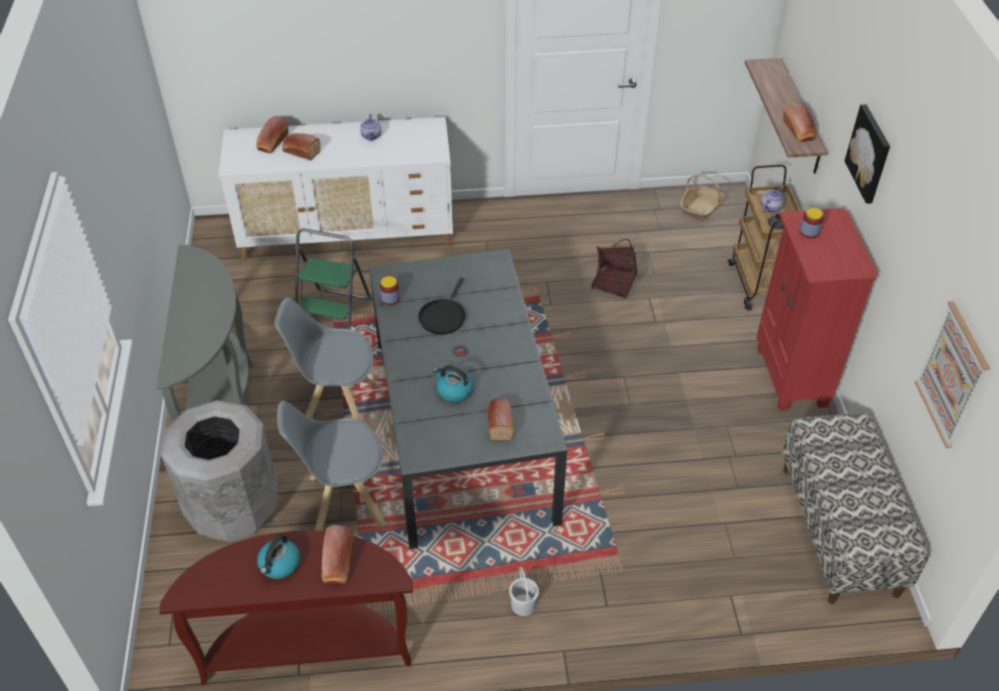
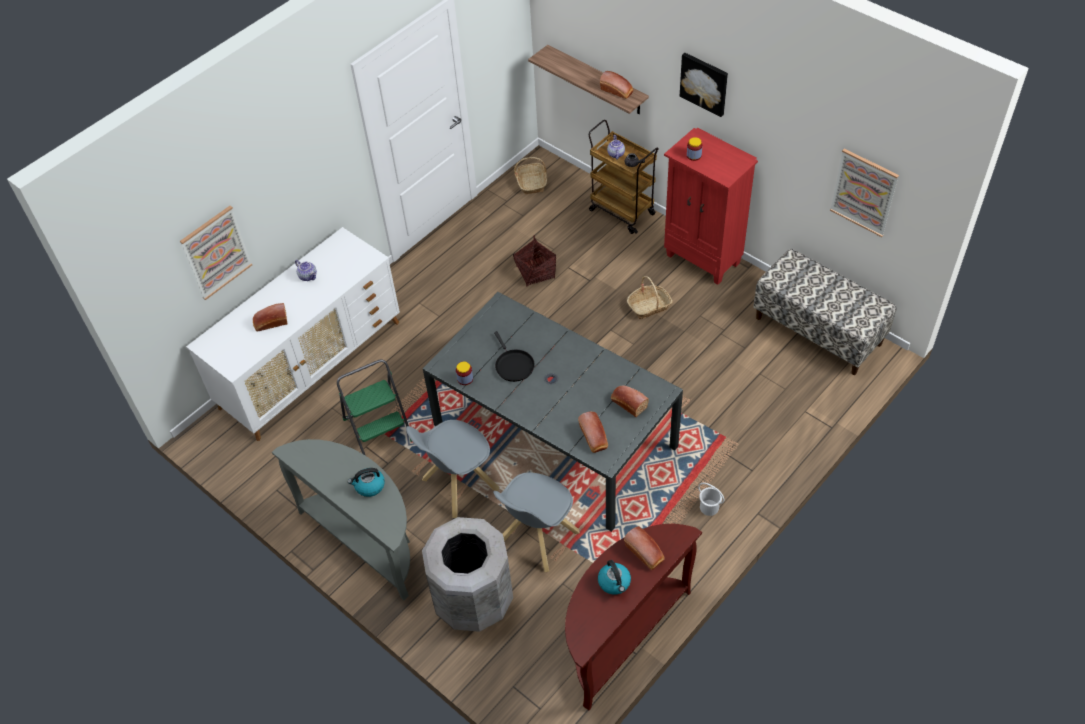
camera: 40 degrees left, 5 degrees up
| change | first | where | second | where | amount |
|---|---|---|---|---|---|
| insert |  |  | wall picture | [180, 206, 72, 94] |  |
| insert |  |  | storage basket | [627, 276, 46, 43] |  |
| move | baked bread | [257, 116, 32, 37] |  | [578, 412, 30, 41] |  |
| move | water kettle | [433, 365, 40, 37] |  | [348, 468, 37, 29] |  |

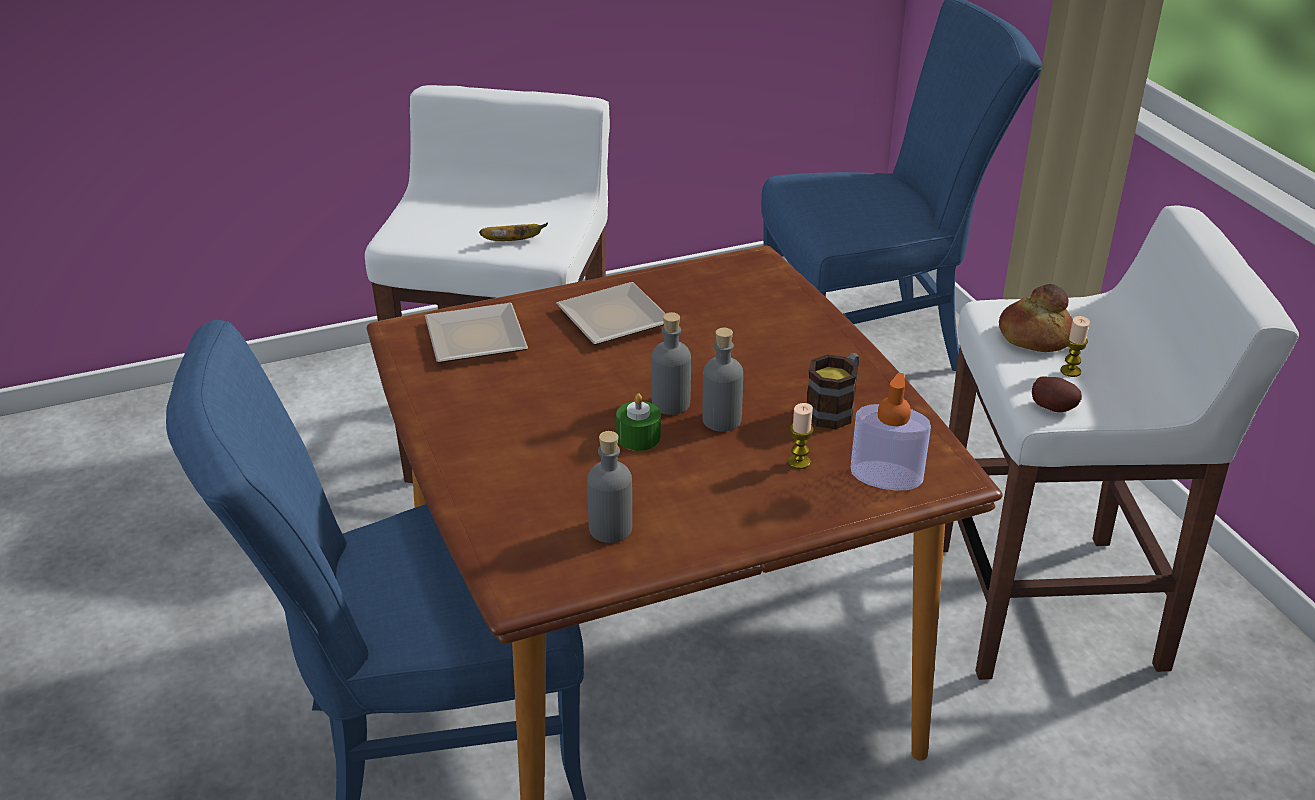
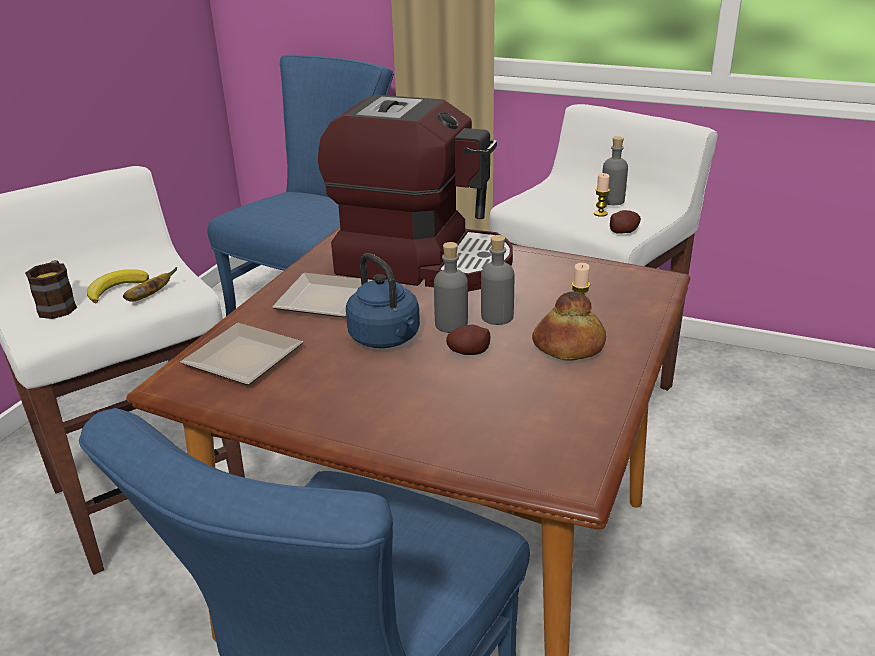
camera: 45 degrees left, 5 degrees down
| change | first | where | second | where | amount |
|---|---|---|---|---|---|
| delete | soap dispenser | [851, 373, 80, 118] |  |  |  |
| insert |  |  | whole banana | [87, 269, 62, 34] |  |
| insert |  |  | coffee machine | [318, 95, 195, 197] |  |
| insert |  |  | water kettle/bluish | [346, 253, 74, 95] |  |
| move | bottle/greyish | [587, 431, 45, 112] |  | [602, 136, 26, 69] |  |
| move | coffee mug | [807, 353, 52, 76] |  | [25, 260, 52, 59] |  |
| move | baked bread | [999, 284, 74, 68] |  | [532, 291, 74, 69] |  |
| replace | candle/greenish | [616, 393, 45, 58] | spud | [446, 325, 45, 30] |  |

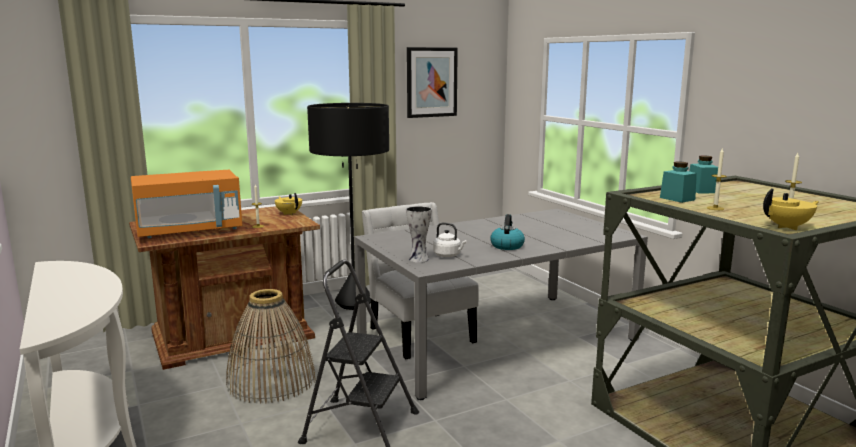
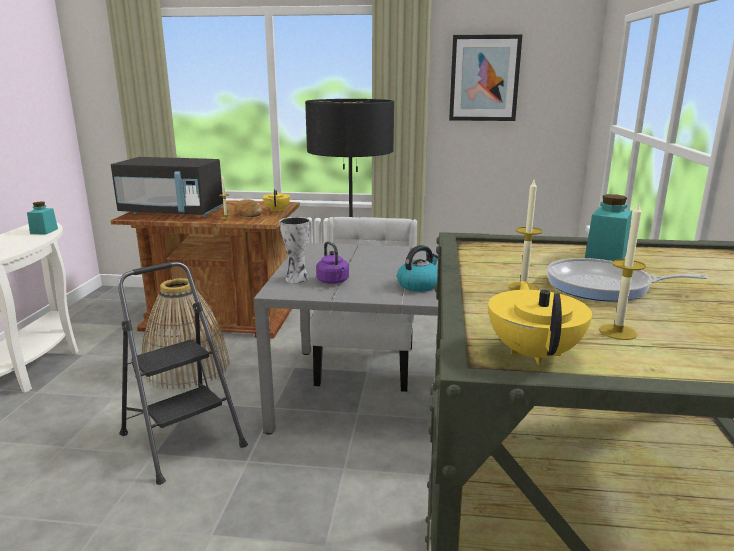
camera: 35 degrees right, 5 degrees up
| change | first | where | second | where | amount |
|---|---|---|---|---|---|
| insert |  |  | baked bread | [235, 199, 28, 18] |  |
| insert |  |  | frying pan | [547, 258, 161, 44] |  |
| move | jar/blue-green | [660, 162, 37, 41] |  | [27, 201, 31, 33] |  |
| recolor | kitchen microwave/orangey | [131, 170, 111, 68] | kitchen microwave/black | [111, 157, 113, 60] |  |
| recolor | water kettle/white-coloured | [433, 222, 34, 35] | water kettle/purplish | [316, 241, 33, 43] |  |
| rotate | teapot/yellow-coloured | [763, 188, 56, 42] |  | [488, 281, 104, 85] | 105 degrees counterclockwise |

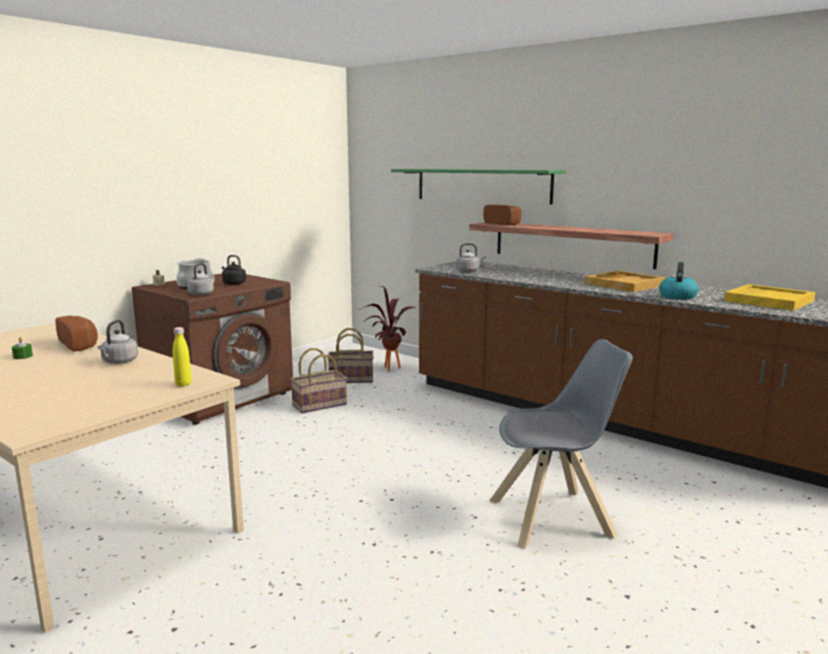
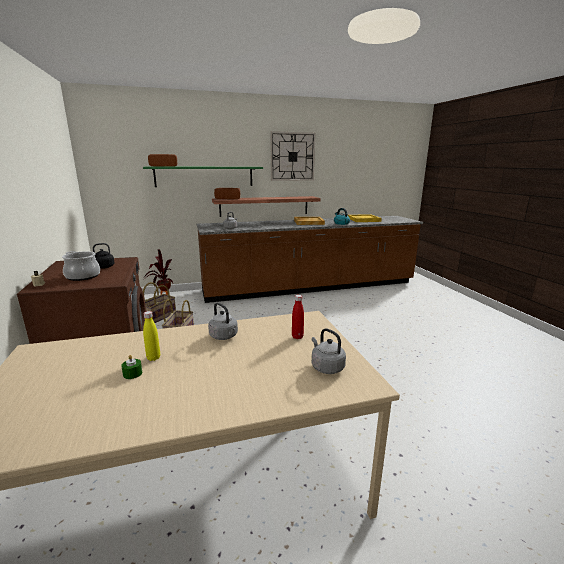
camera: 55 degrees left, 5 degrees up
| change | first | where | second | where | amount |
|---|---|---|---|---|---|
| delete | plain chair/greyish | [489, 339, 144, 210] |  |  |  |
| insert |  |  | wall clock | [271, 131, 45, 50] |  |
| insert |  |  | bottle/red-coloured | [292, 295, 12, 44] |  |
| move | baked bread | [55, 316, 43, 35] |  | [148, 154, 29, 13] |  |
| move | bottle/yellow-coloured | [173, 327, 18, 60] |  | [143, 311, 17, 50] |  |
| move | water kettle/greyish | [187, 263, 27, 32] |  | [312, 328, 34, 46] |  |

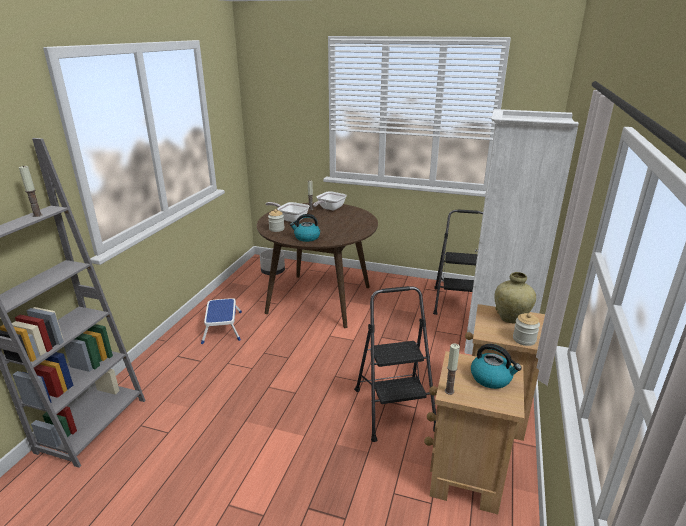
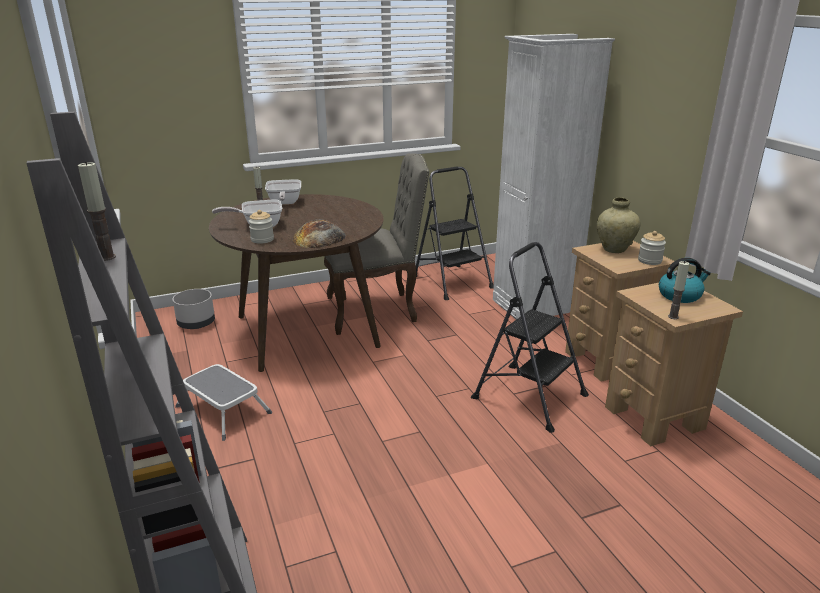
camera: 40 degrees left, 0 degrees up
| change | first | where | second | where | amount |
|---|---|---|---|---|---|
| insert |  |  | plain chair/greyish | [324, 153, 105, 182] |  |
| replace | water kettle | [290, 214, 30, 28] | baked bread | [292, 220, 54, 28] |  |
| recolor | stepladder/bluish | [201, 298, 41, 46] | stepladder/greyish | [175, 364, 97, 77] |  |

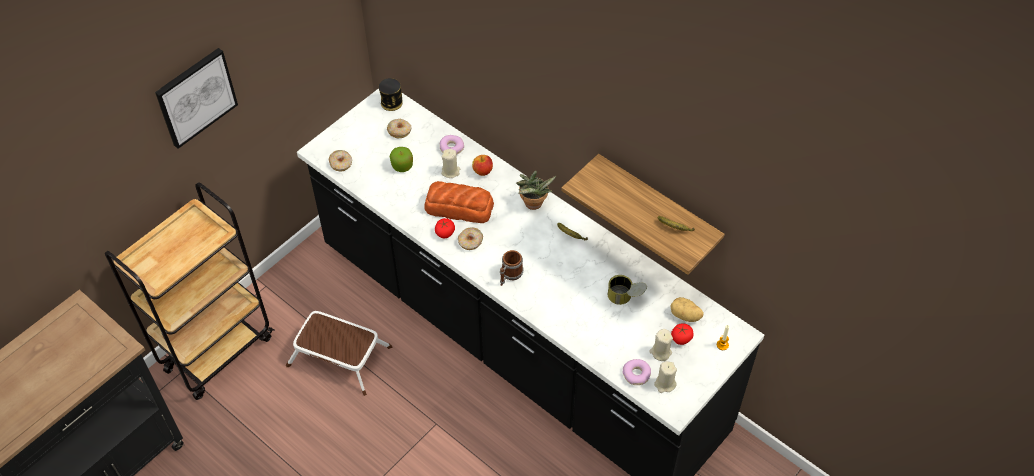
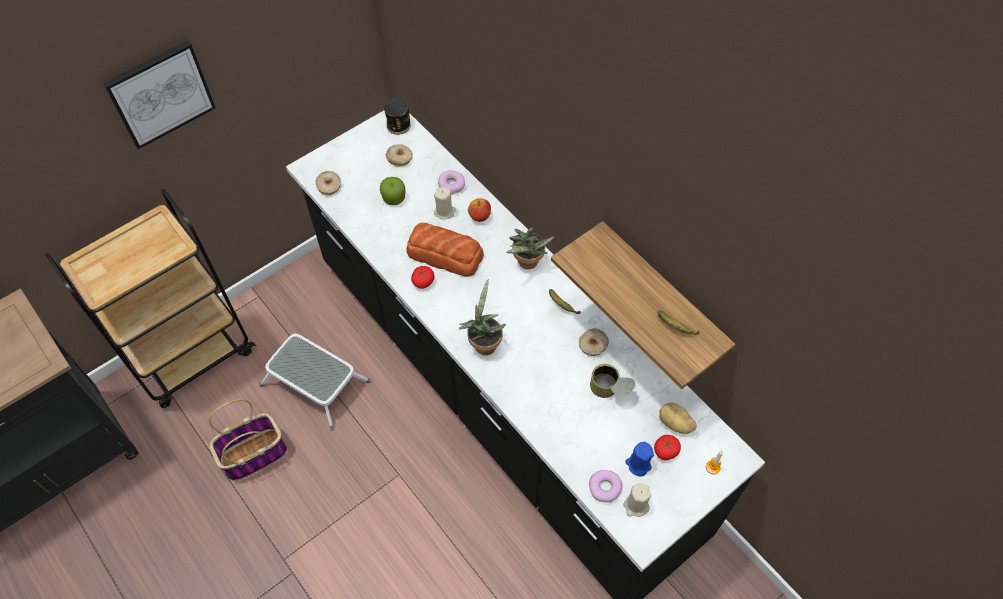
camera: 10 degrees right, 5 degrees up
| change | first | where | second | where | amount |
|---|---|---|---|---|---|
| insert |  |  | storage basket | [209, 399, 78, 82] |  |
| move | ring doughnut | [458, 227, 25, 23] |  | [579, 329, 30, 27] |  |
| replace | coffee mug | [500, 250, 23, 36] | plant in a pot | [459, 279, 47, 76] |  |
| recolor | stepladder/brown-coloured | [286, 311, 107, 85] | stepladder/greyish | [260, 334, 111, 97] |  |
| recolor | candle/beige-coloured | [649, 329, 24, 32] | candle/bluish | [625, 442, 29, 35] |  |

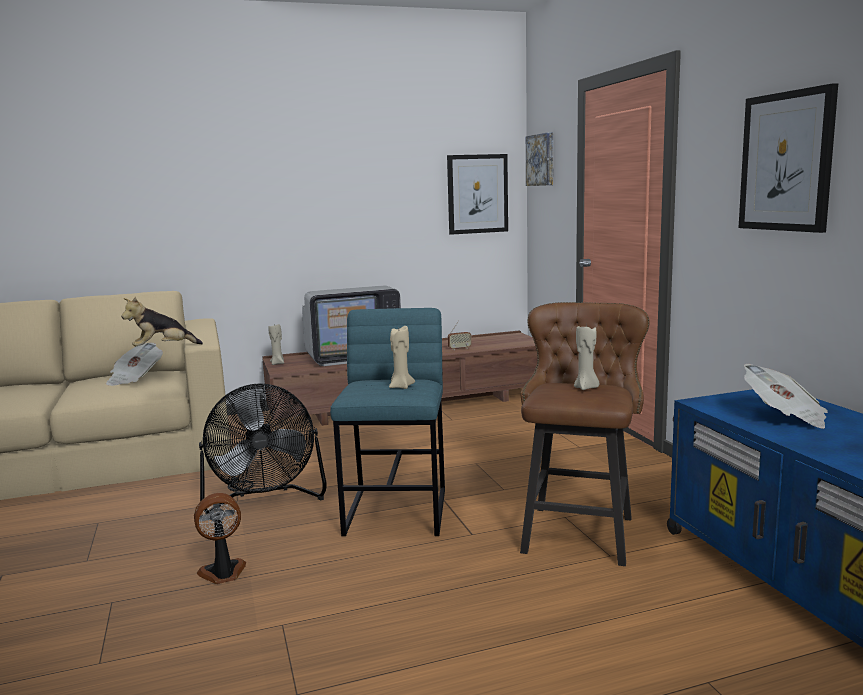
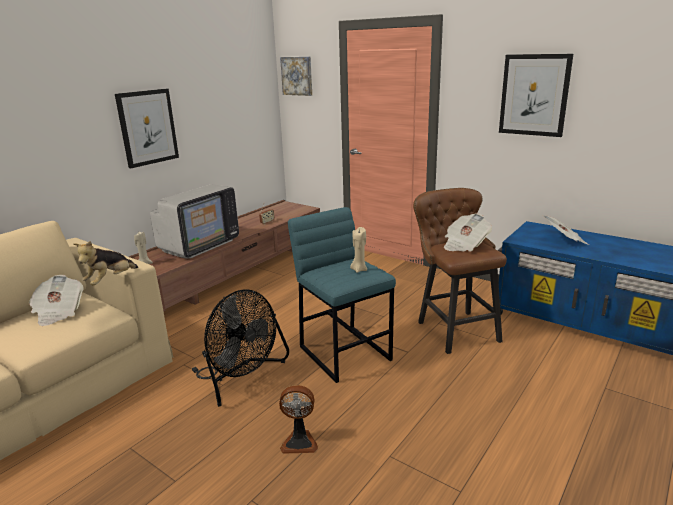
camera: 35 degrees left, 10 degrees up
| change | first | where | second | where | amount |
|---|---|---|---|---|---|
| move | wall picture | [447, 154, 61, 81] |  | [115, 89, 64, 79] |  |
| replace | candle/beige-coloured | [574, 325, 25, 65] | daily paper | [444, 213, 48, 39] |  |
| rotate | fan | [194, 493, 52, 91] |  | [279, 385, 39, 69] | 120 degrees counterclockwise |

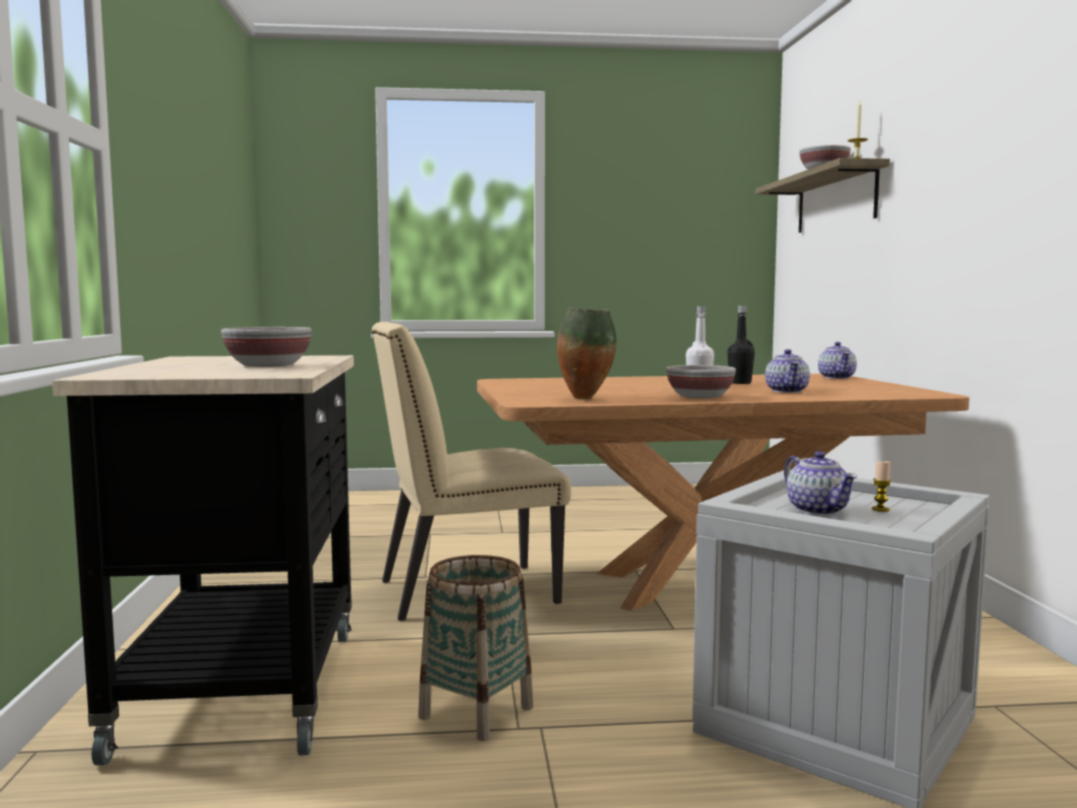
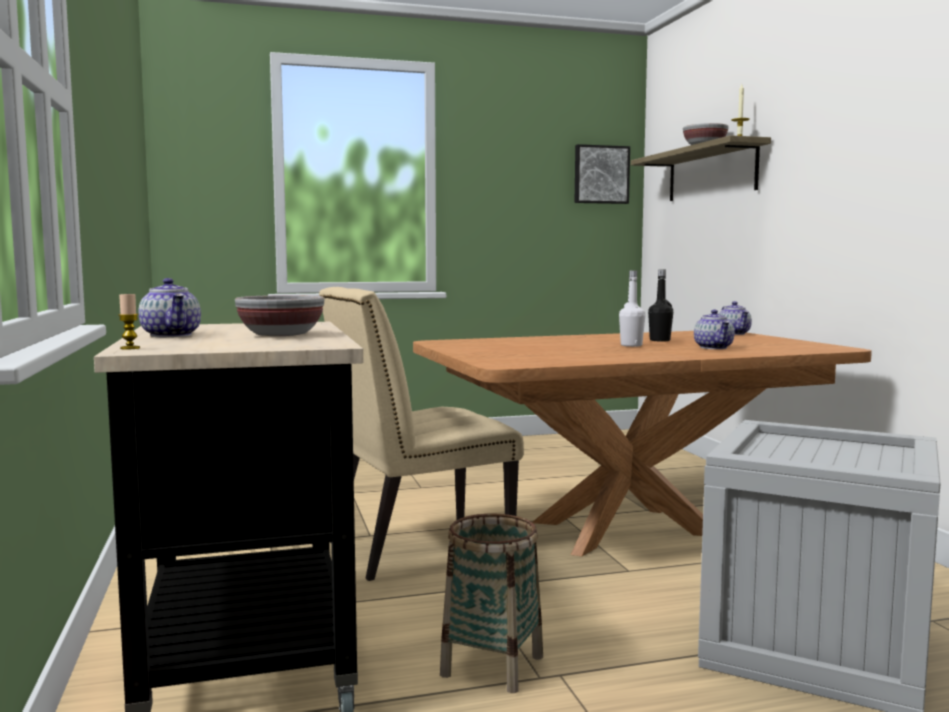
camera: 10 degrees left, 0 degrees up
| change | first | where | second | where | amount |
|---|---|---|---|---|---|
| delete | decorative vase | [557, 307, 60, 92] |  |  |  |
| delete | deep dish | [666, 365, 70, 33] |  |  |  |
| insert |  |  | wall picture | [575, 144, 55, 60] |  |
| move | teapot | [784, 451, 73, 64] |  | [139, 278, 62, 59] |  |
| move | candle | [872, 461, 19, 51] |  | [118, 293, 22, 56] |  |

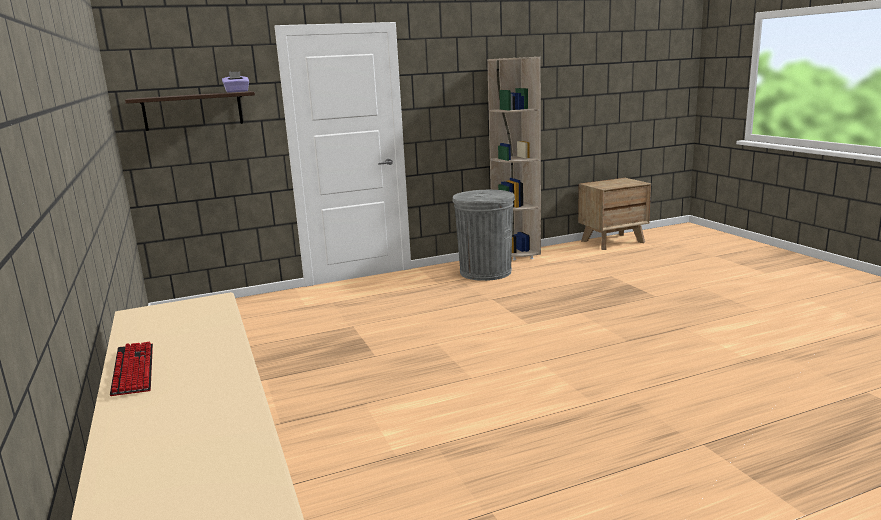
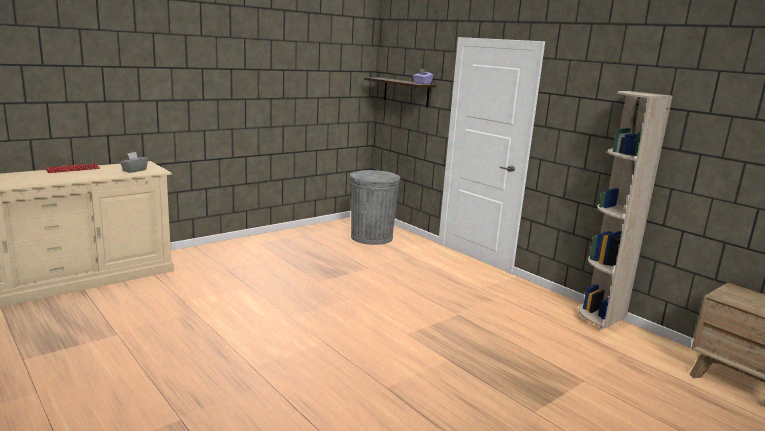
camera: 70 degrees right, 0 degrees up
| change | first | where | second | where | amount |
|---|---|---|---|---|---|
| insert |  |  | tissue box/greyish | [120, 152, 28, 21] |  |
| move | trash can/greyish | [452, 190, 63, 91] |  | [350, 170, 51, 75] |  |

